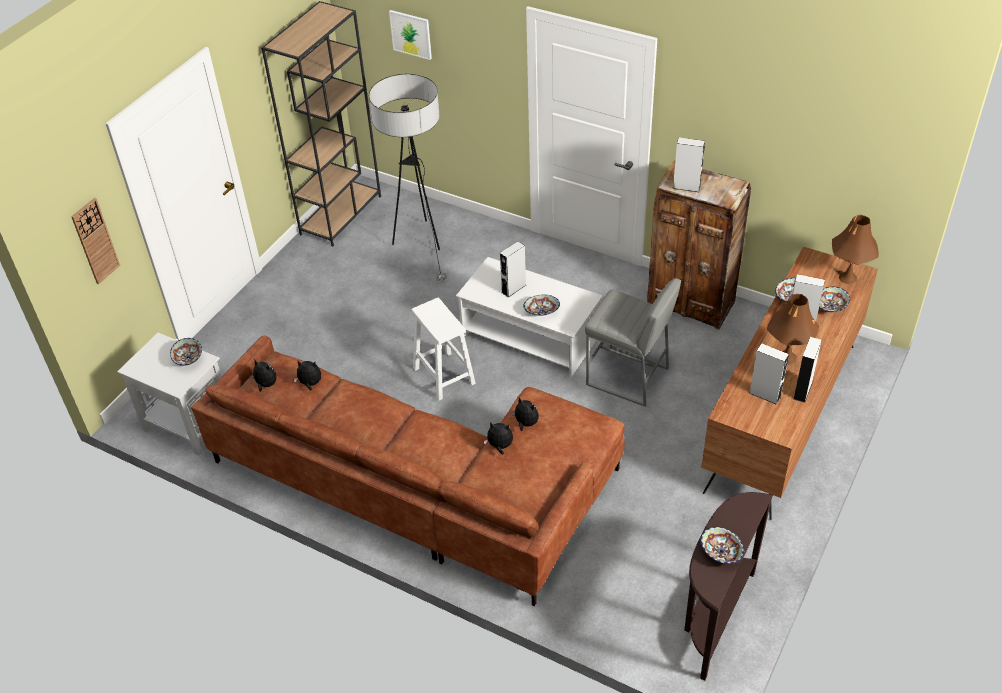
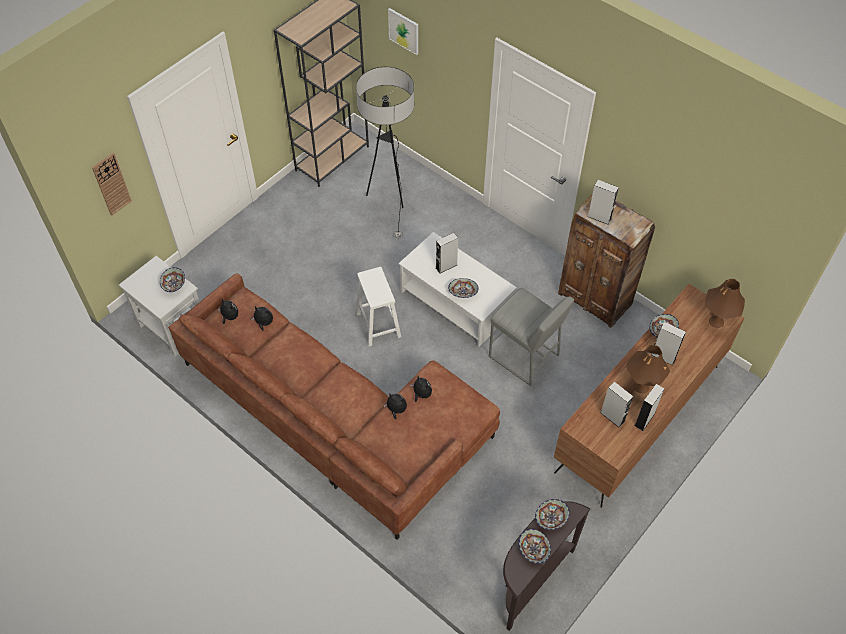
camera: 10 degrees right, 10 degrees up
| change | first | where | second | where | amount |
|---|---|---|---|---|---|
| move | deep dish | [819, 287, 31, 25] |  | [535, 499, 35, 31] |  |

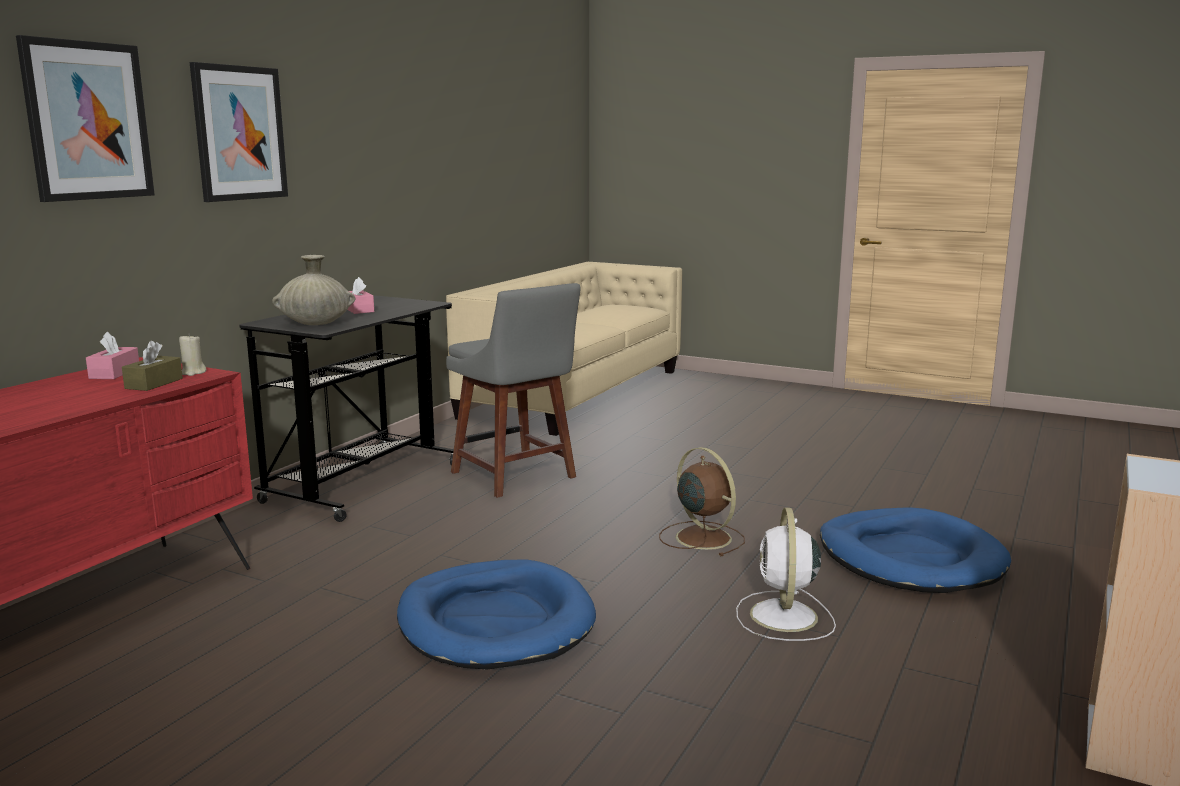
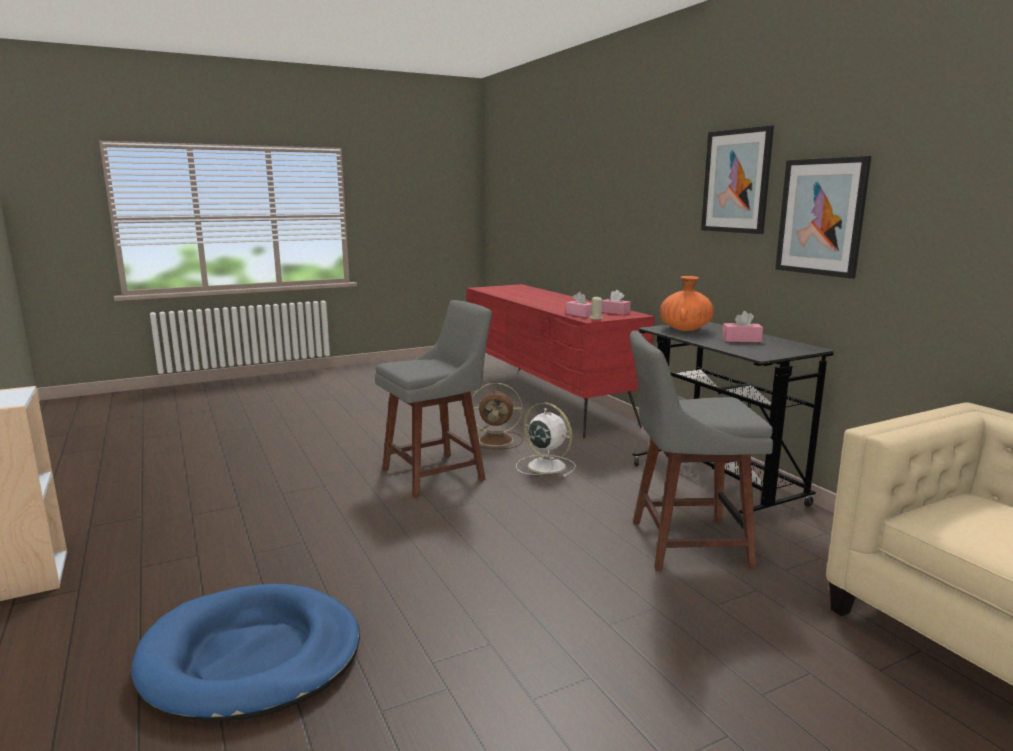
camera: 125 degrees right, 0 degrees up
| change | first | where | second | where | amount |
|---|---|---|---|---|---|
| move | wall picture | [16, 35, 139, 167] |  | [775, 156, 96, 123] |  |
| move | fan/brown-coloured | [659, 447, 86, 109] |  | [469, 383, 54, 66] |  |
| move | fan/white-coloured | [736, 508, 100, 133] |  | [516, 402, 60, 75] |  |
| replace | dog cushion/bluish | [397, 560, 199, 110] | stool seat/greyish | [375, 300, 117, 198] |  |
| recolor | tissue box/brown-coloured | [122, 341, 61, 50] | tissue box/pink | [566, 292, 26, 25] |  |
| recolor | decorative vase/beige-coloured | [272, 255, 83, 70] | decorative vase/orangey | [660, 276, 54, 55] |  |

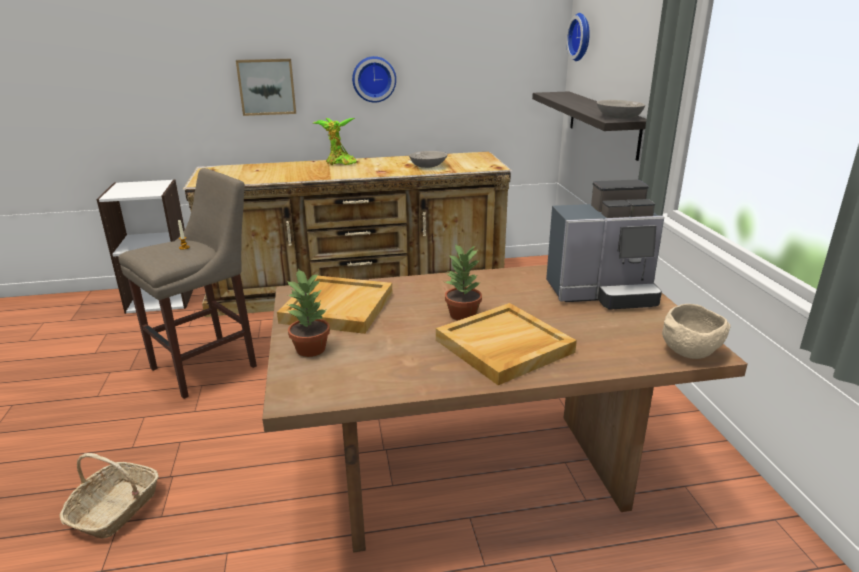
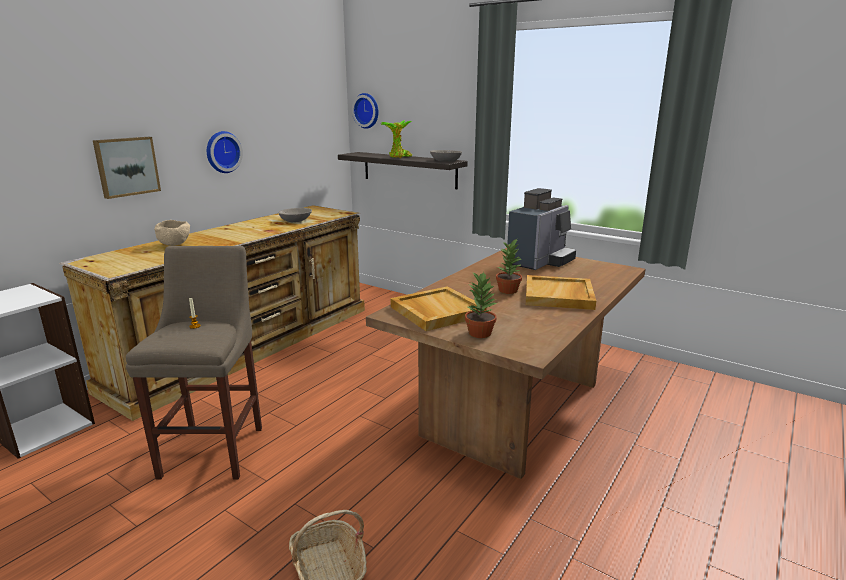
camera: 45 degrees left, 5 degrees down
| change | first | where | second | where | amount |
|---|---|---|---|---|---|
| move | plant in a pot | [313, 118, 43, 47] |  | [381, 120, 31, 38] |  |
| move | deep dish/beige-coloured | [662, 304, 69, 55] |  | [154, 220, 36, 26] |  |

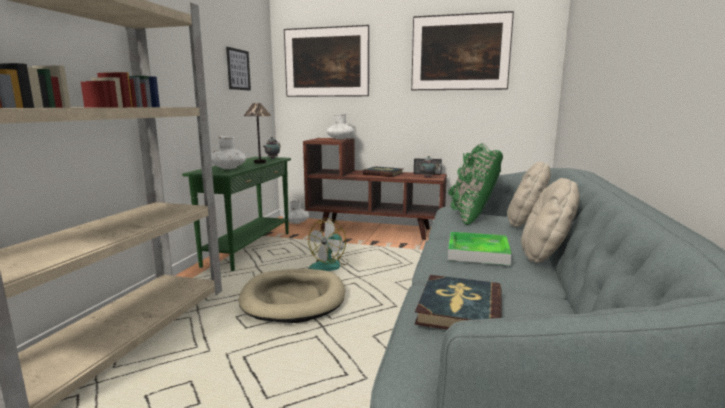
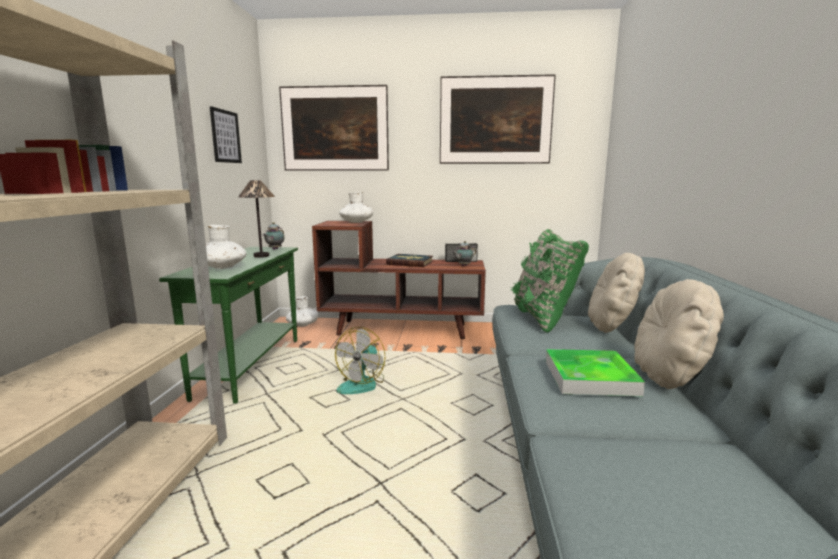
camera: 10 degrees left, 0 degrees up
| change | first | where | second | where | amount |
|---|---|---|---|---|---|
| delete | dog cushion/beige-coloured | [239, 269, 106, 54] |  |  |  |
| delete | bound book | [415, 275, 86, 55] |  |  |  |

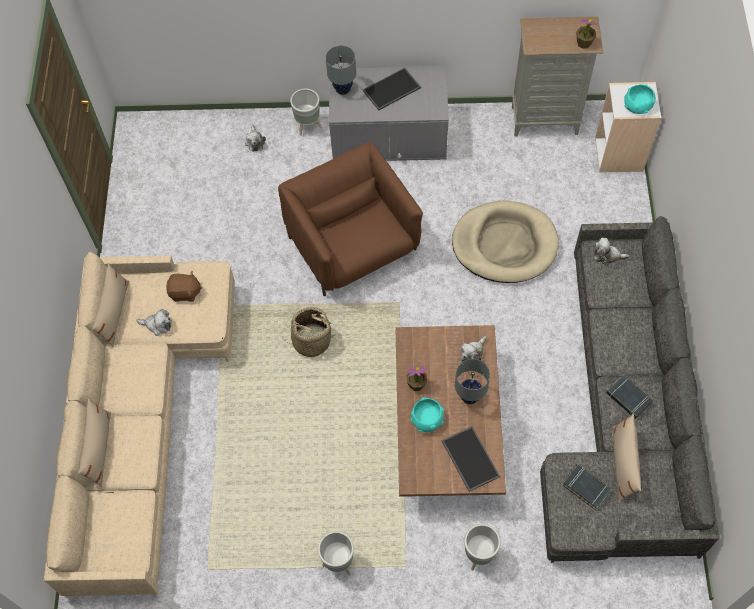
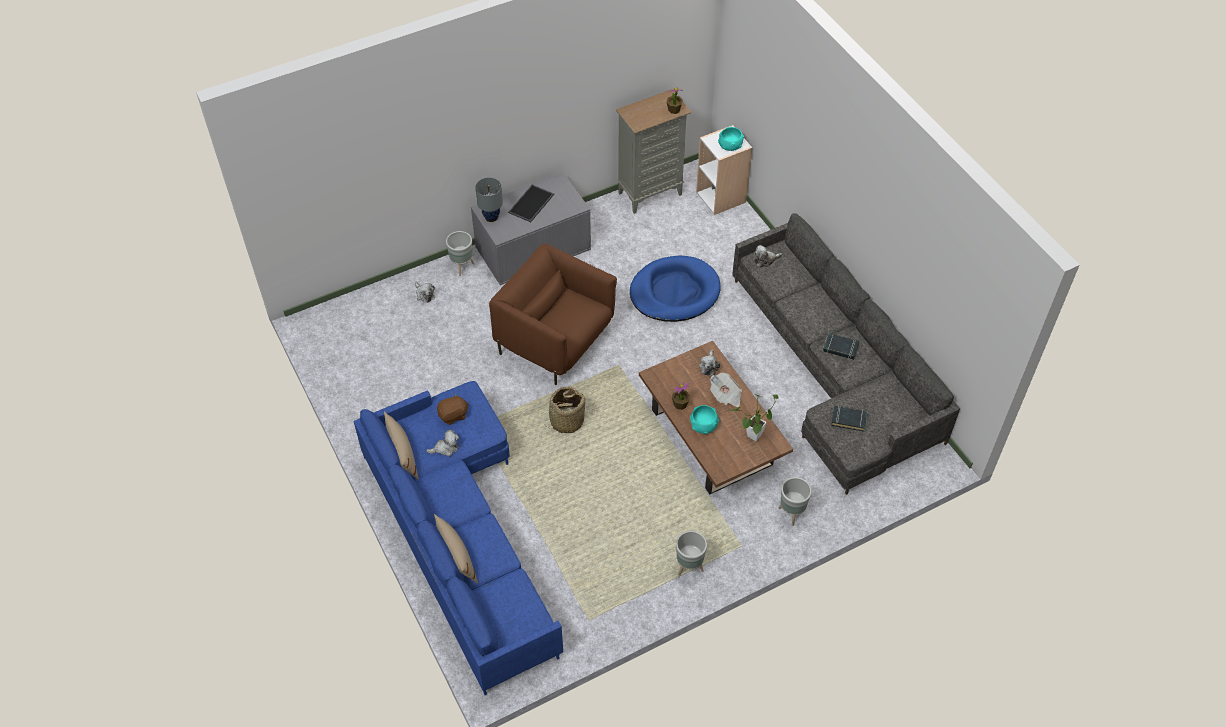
camera: 30 degrees left, 10 degrees down
| change | first | where | second | where | amount |
|---|---|---|---|---|---|
| delete | cushion/beige-coloured | [613, 414, 28, 89] |  |  |  |
| replace | tray | [442, 426, 58, 66] | plant in a pot | [729, 394, 50, 47] |  |
| replace | table lamp/greyish | [455, 359, 35, 45] | daily paper | [710, 373, 32, 34] |  |
| recolor | sofa/beige-coloured | [44, 252, 191, 346] | sofa/bluish | [354, 381, 209, 314] |  |
| recolor | dog cushion/beige-coloured | [452, 201, 107, 82] | dog cushion/bluish | [630, 256, 91, 66] |  |

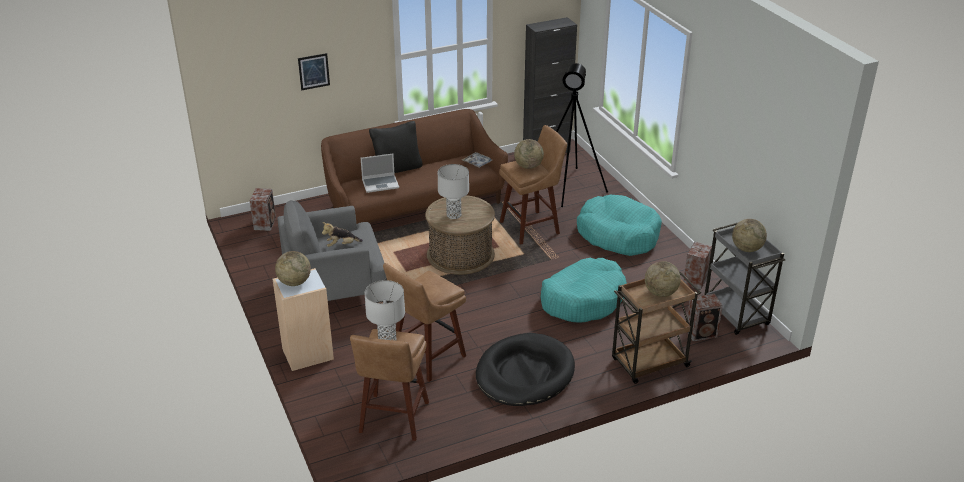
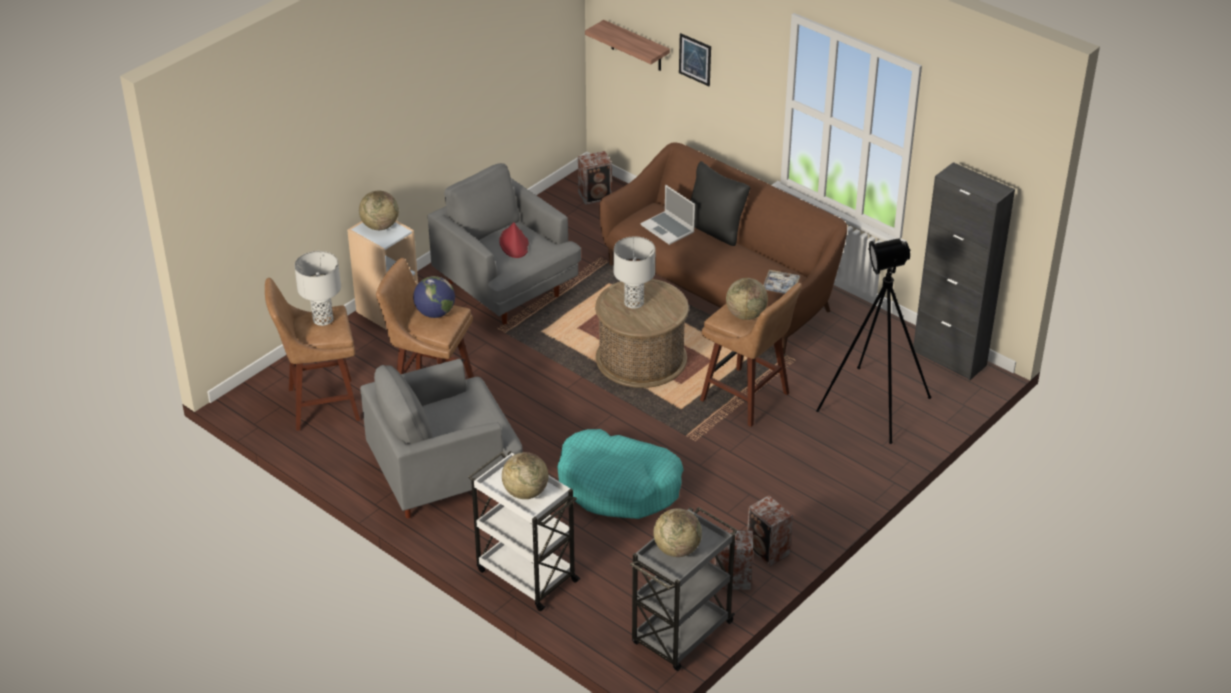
camera: 65 degrees right, 5 degrees up
| change | first | where | second | where | amount |
|---|---|---|---|---|---|
| delete | dog cushion/blue-green | [577, 195, 85, 61] |  |  |  |
| insert |  |  | world globe | [413, 276, 42, 42] |  |
| insert |  |  | wall shelf | [585, 20, 85, 51] |  |
| move | loudspeaker | [687, 294, 36, 47] |  | [747, 496, 46, 70] |  |
| replace | cuddly toy | [322, 222, 41, 25] | wearable hat/red-coloured | [499, 222, 30, 36] |  |
| replace | dog cushion/black | [476, 333, 99, 73] | lounge chair/greyish | [360, 359, 163, 159] |  |
| recolor | cart/brown-coloured | [612, 272, 89, 112] | cart/white-coloured | [468, 451, 113, 160] |  |

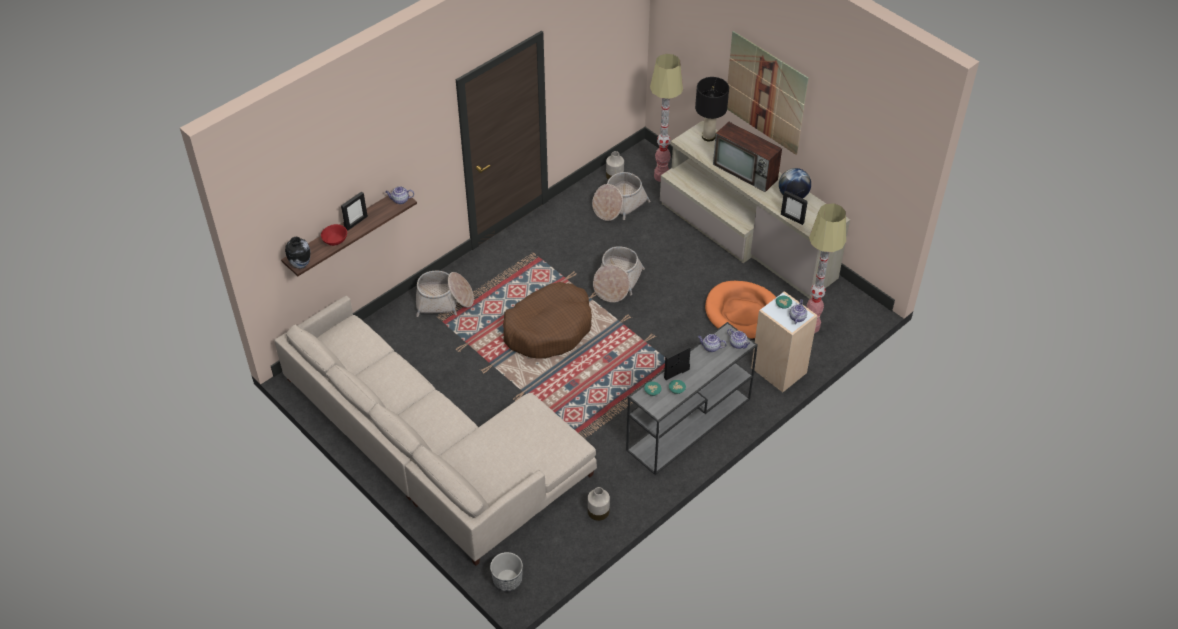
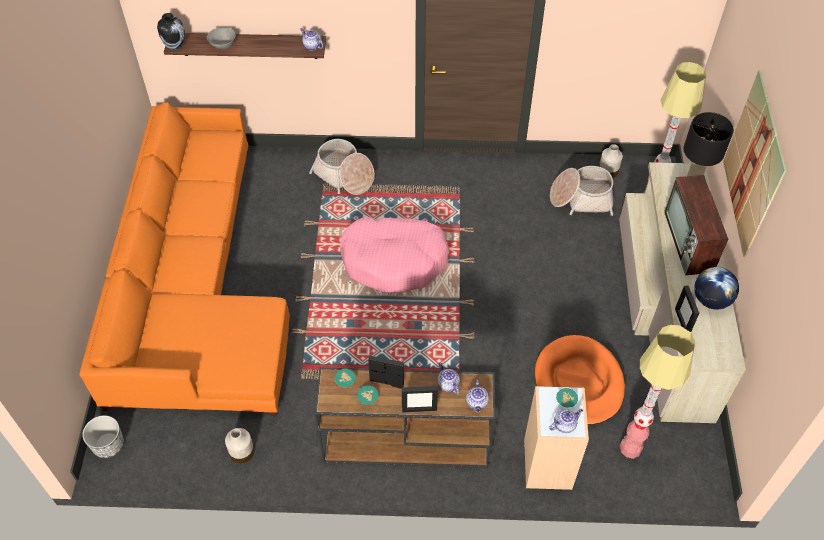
camera: 45 degrees right, 5 degrees up
| change | first | where | second | where | amount |
|---|---|---|---|---|---|
| delete | storage basket | [593, 246, 52, 56] |  |  |  |
| move | photo frame | [341, 191, 27, 40] |  | [402, 386, 36, 26] |  |
| recolor | sofa/beige-coloured | [274, 295, 323, 271] | sofa/orangey | [79, 102, 211, 314] |  |
| recolor | deep dish/red-coloured | [321, 224, 26, 22] | deep dish/greyish | [207, 27, 29, 22] |  |
| recolor | dog cushion/brown-coloured | [503, 282, 89, 77] | dog cushion/pink | [340, 216, 110, 77] |  |
| recolor | hall table/greyish | [626, 322, 132, 153] | hall table/brown-coloured | [315, 367, 180, 101] |  |

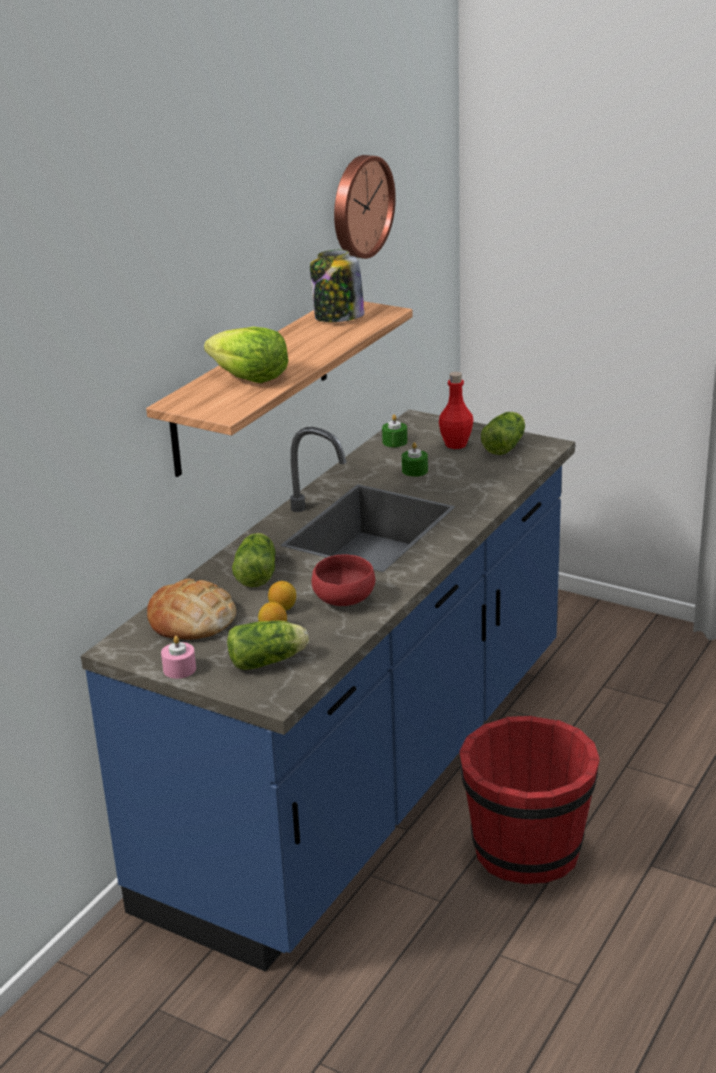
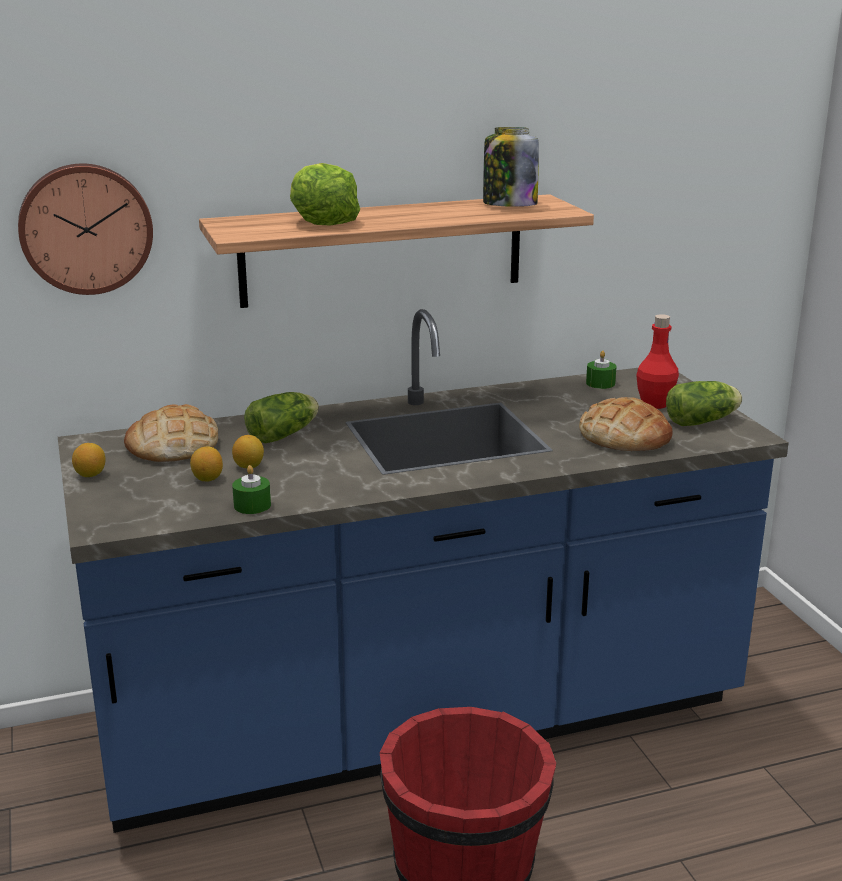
camera: 40 degrees right, 5 degrees down
| change | first | where | second | where | amount |
|---|---|---|---|---|---|
| delete | lettuce head | [227, 621, 82, 49] |  |  |  |
| delete | deep dish/red-coloured | [312, 554, 63, 52] |  |  |  |
| insert |  |  | baked bread | [579, 397, 94, 54] |  |
| move | wall clock | [334, 155, 62, 104] |  | [18, 164, 135, 131] |  |
| move | candle/greenish | [402, 442, 26, 35] |  | [232, 465, 39, 49] |  |
| replace | candle/pink | [161, 636, 35, 43] | whole lemon | [72, 443, 34, 34] |  |

